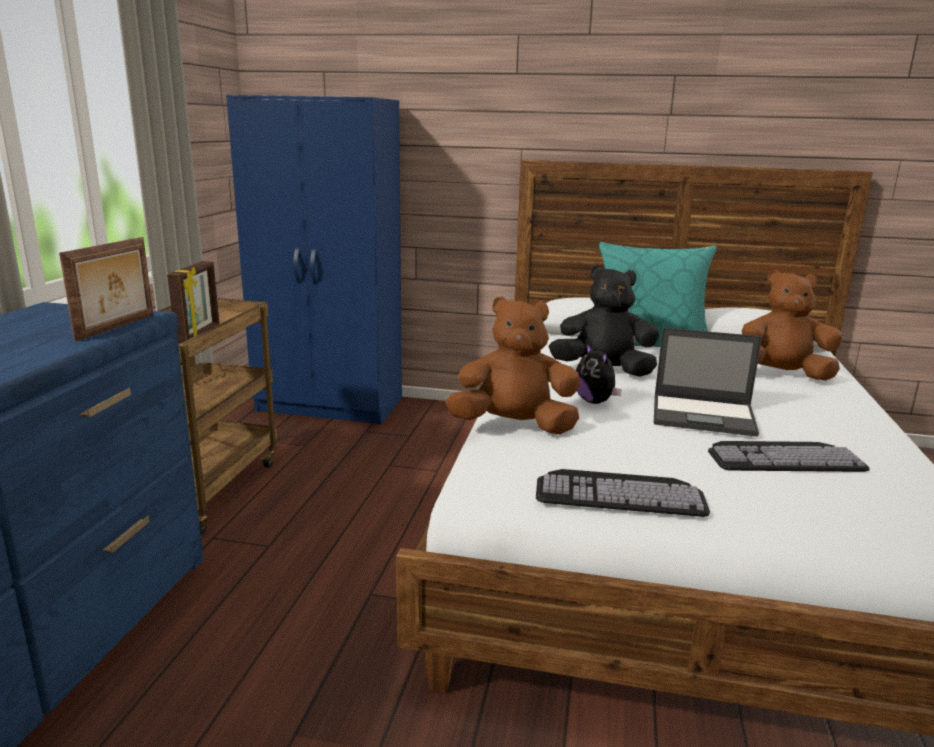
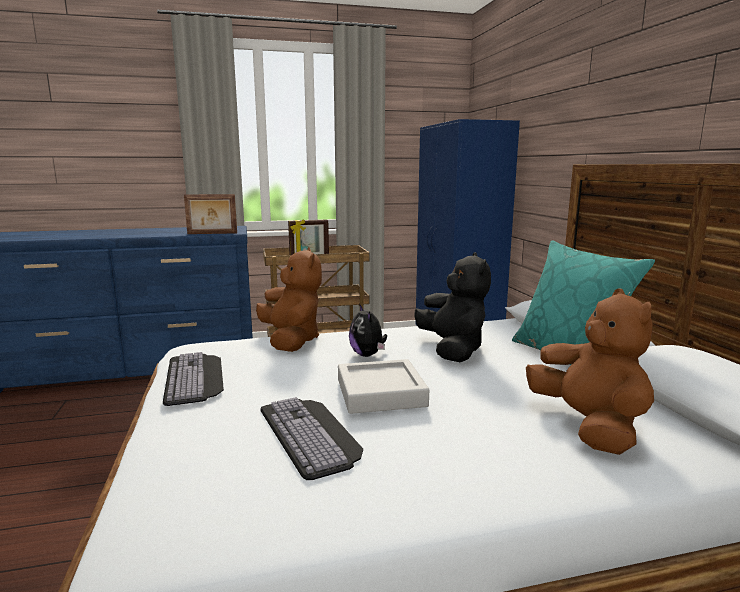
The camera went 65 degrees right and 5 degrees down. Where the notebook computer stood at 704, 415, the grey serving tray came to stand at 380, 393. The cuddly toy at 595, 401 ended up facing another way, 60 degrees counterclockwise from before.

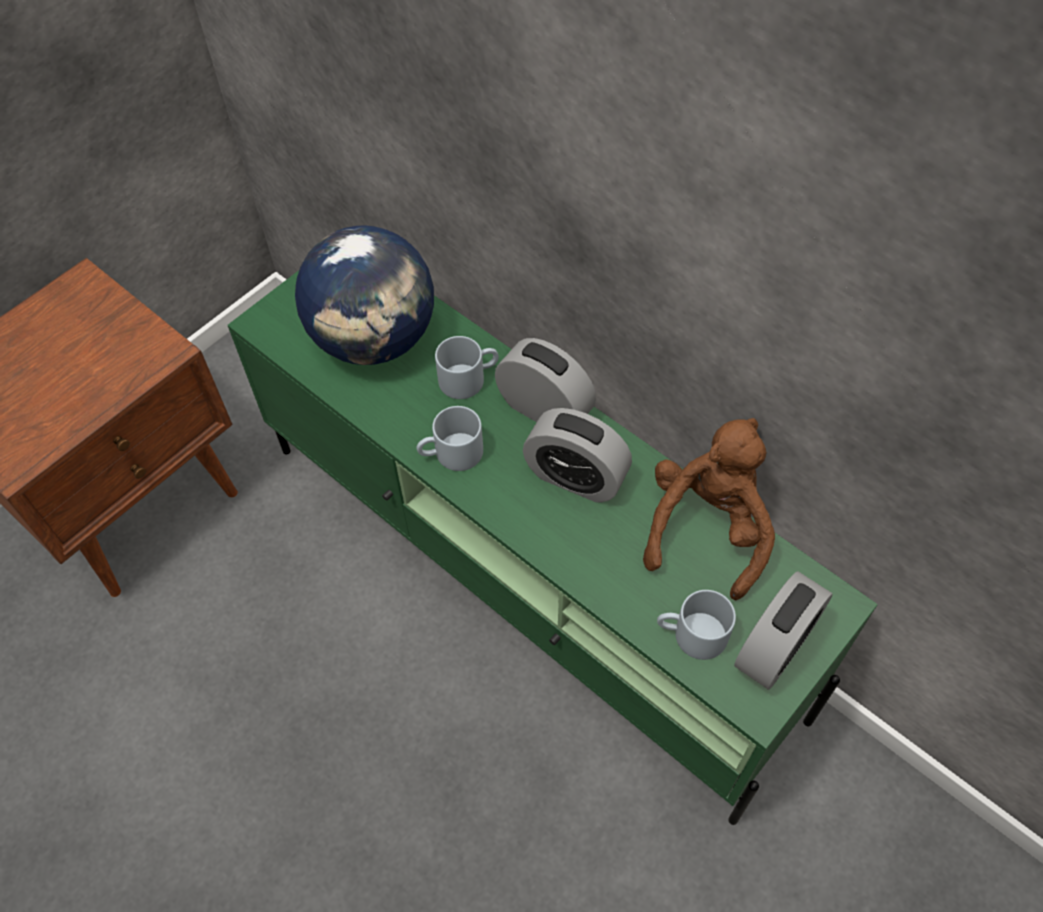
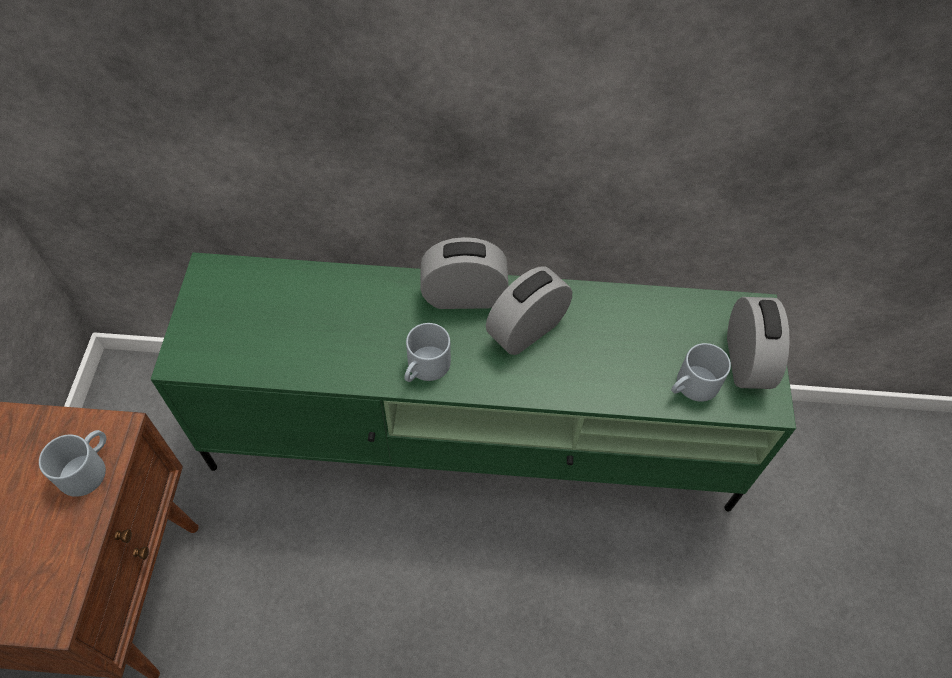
The camera went 40 degrees left and 0 degrees up. The grey tea mug ended up elsewhere, having gone from 468, 377 to 87, 467. The bedside clock at 576, 477 ended up facing another way, 150 degrees clockwise from before. The second view lost the world globe at 375, 339. The second view lost the brown cuddly toy at 707, 528.

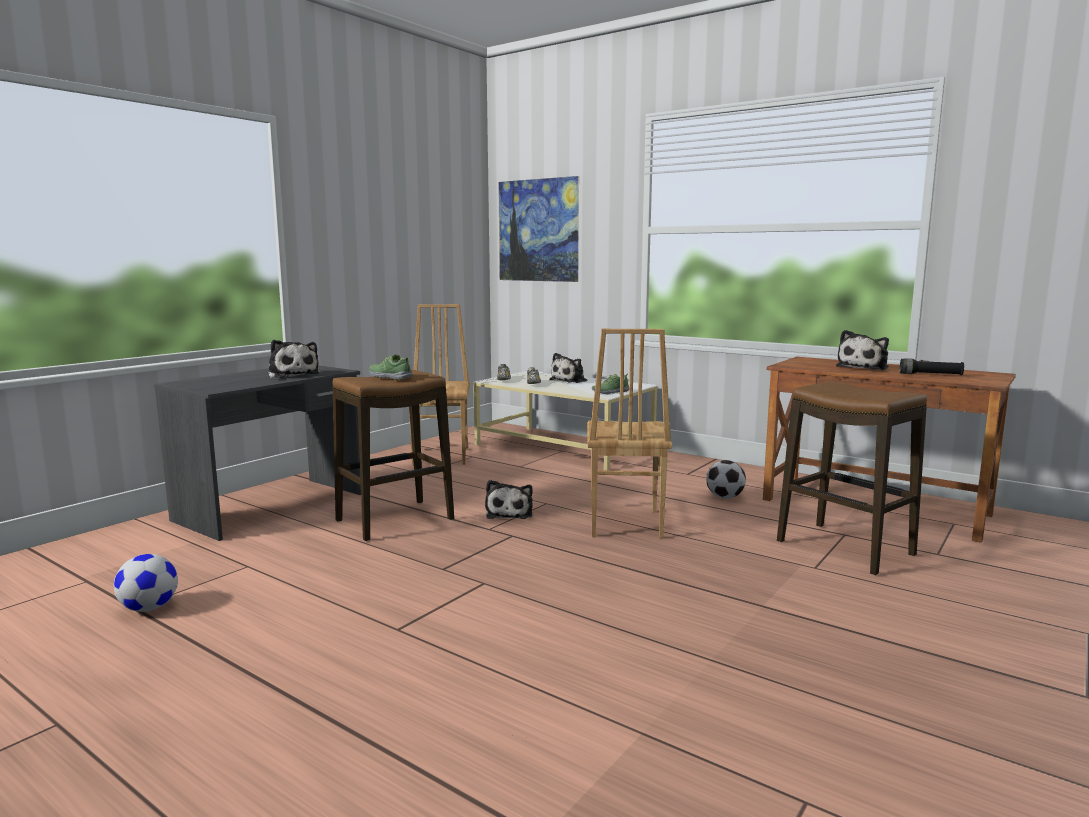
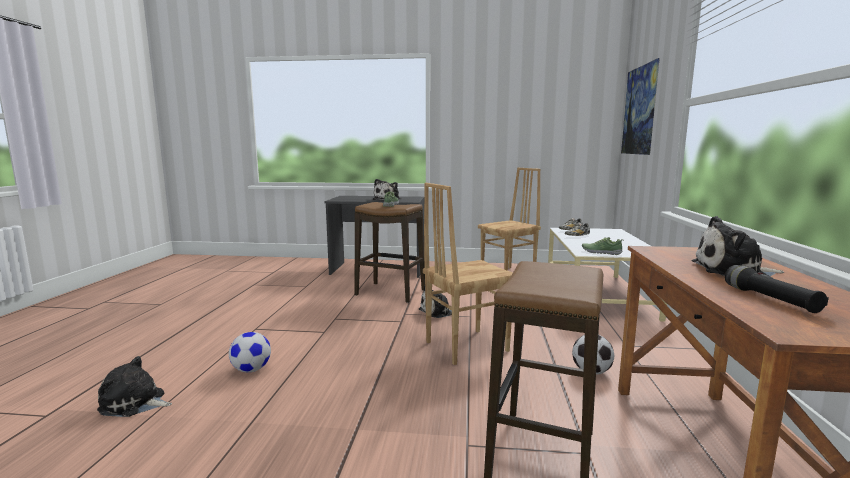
The camera went 60 degrees right and 0 degrees up. The cuddly toy ended up elsewhere, having gone from 570, 380 to 135, 403. The football ended up elsewhere, having gone from 149, 608 to 251, 369.

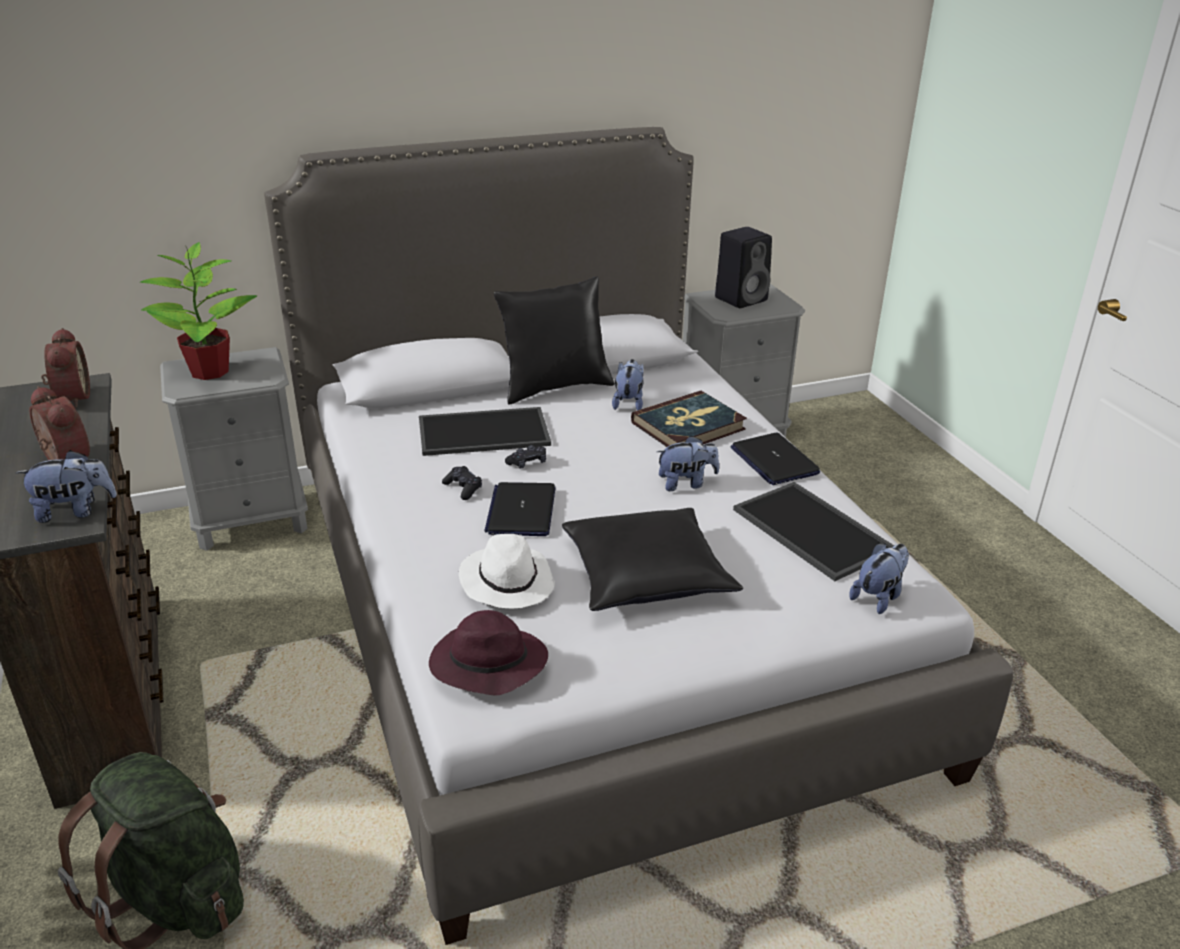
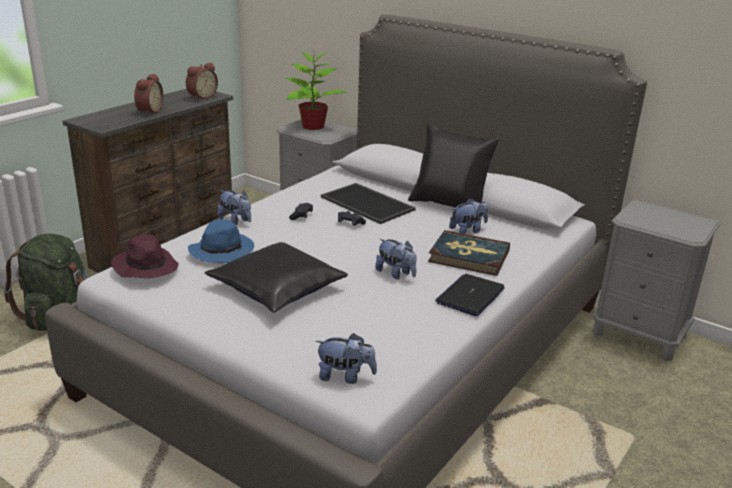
The camera went 55 degrees right and 5 degrees down. What was the white-coloured hat at 506, 582 turned into the blue hat at 222, 251. The cuddly toy ended up elsewhere, having gone from 75, 511 to 236, 221. The second view lost the notebook computer at 521, 511. The second view lost the black-coloured audio speaker at 741, 298. The second view lost the serving tray at 809, 530.

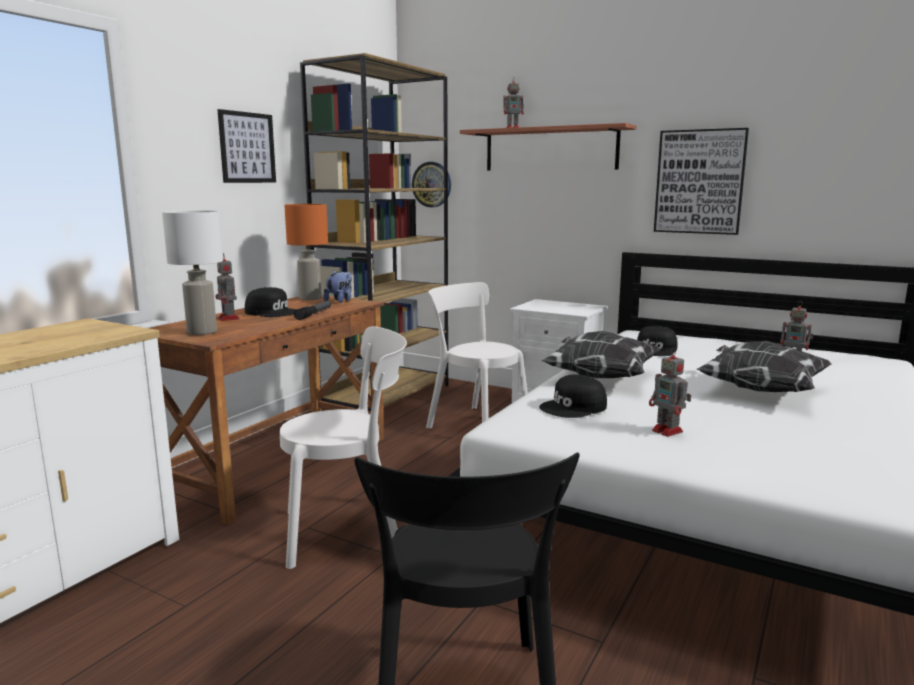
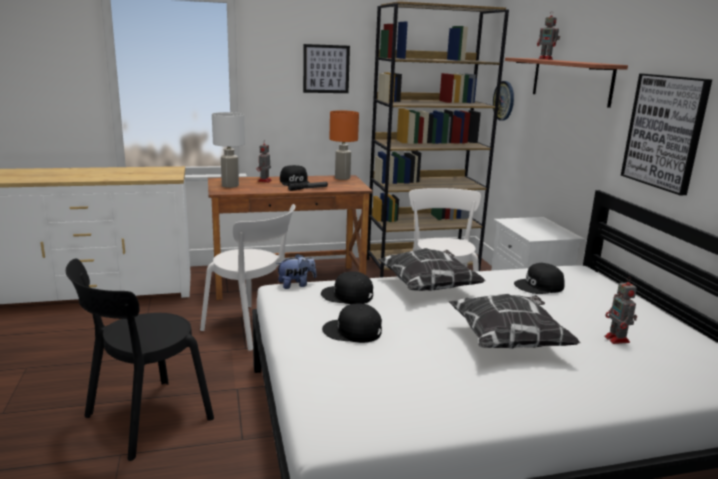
The camera went 45 degrees right and 5 degrees up. The cuddly toy ended up elsewhere, having gone from 340, 301 to 296, 285. Where the model robot stood at 668, 431, the black-coloured cap came to stand at 352, 331.

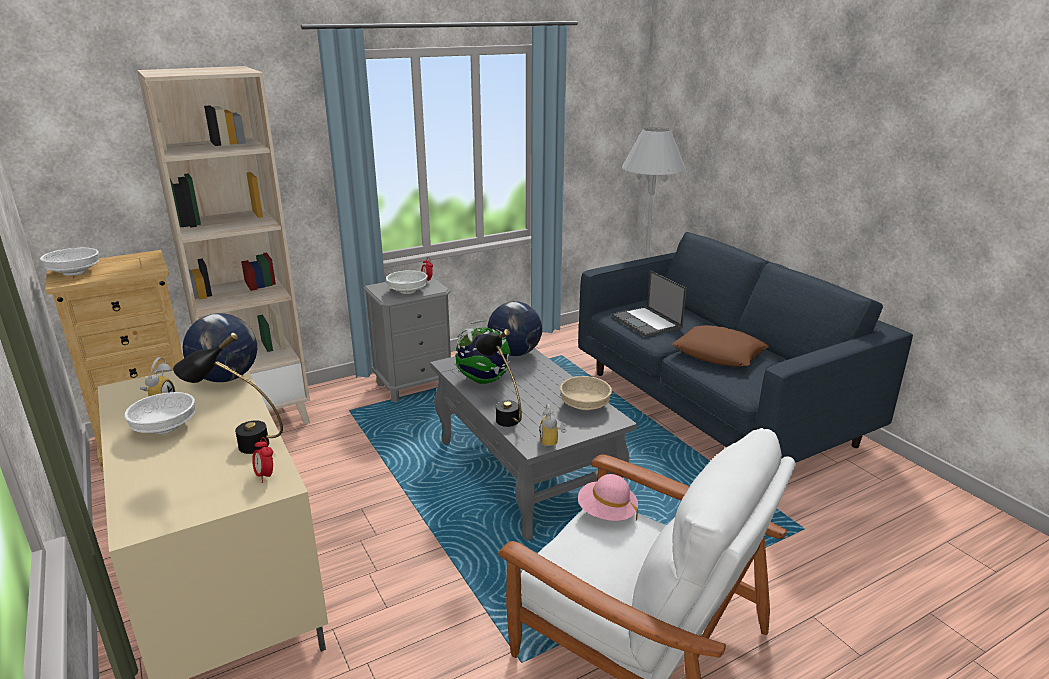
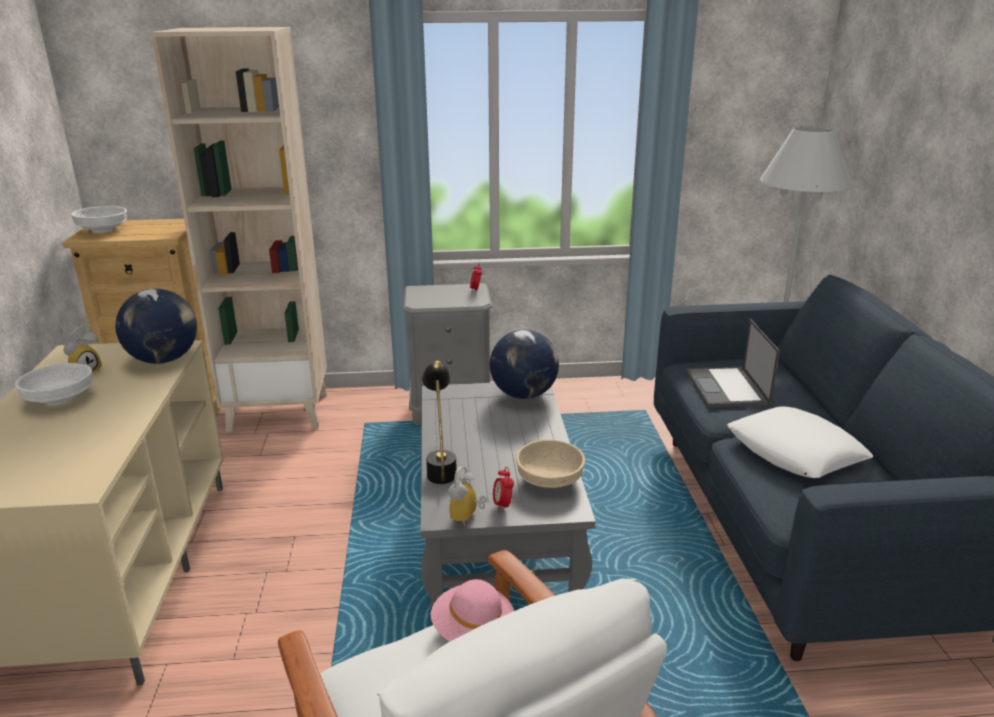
The camera went 25 degrees right and 0 degrees up. The bedside clock ended up elsewhere, having gone from 265, 476 to 502, 505. What was the brown throw pillow at 719, 353 turned into the white-coloured throw pillow at 795, 452. The second view lost the black-coloured lamp for a table at 239, 445. The second view lost the white-coloured serving bowl at 408, 291. The second view lost the world globe at 484, 381.

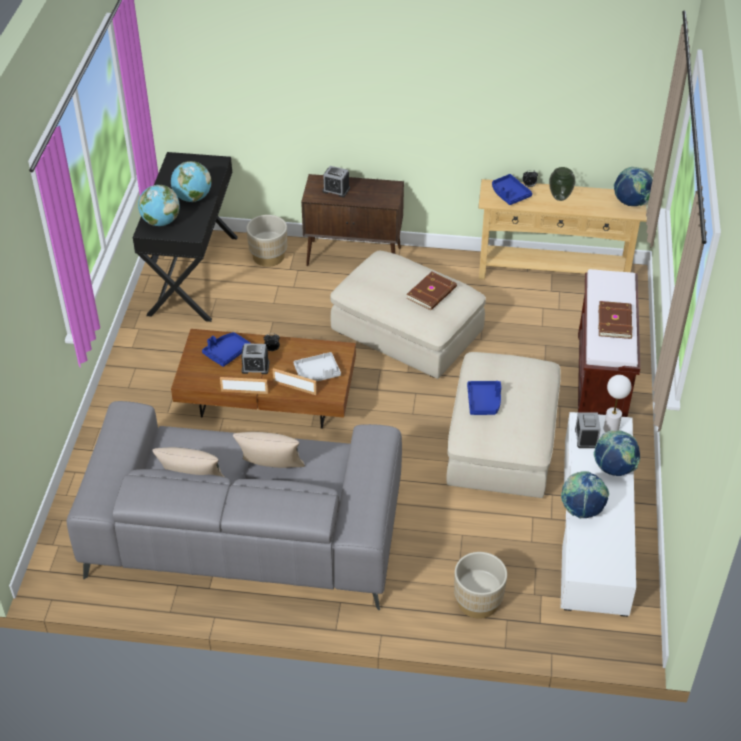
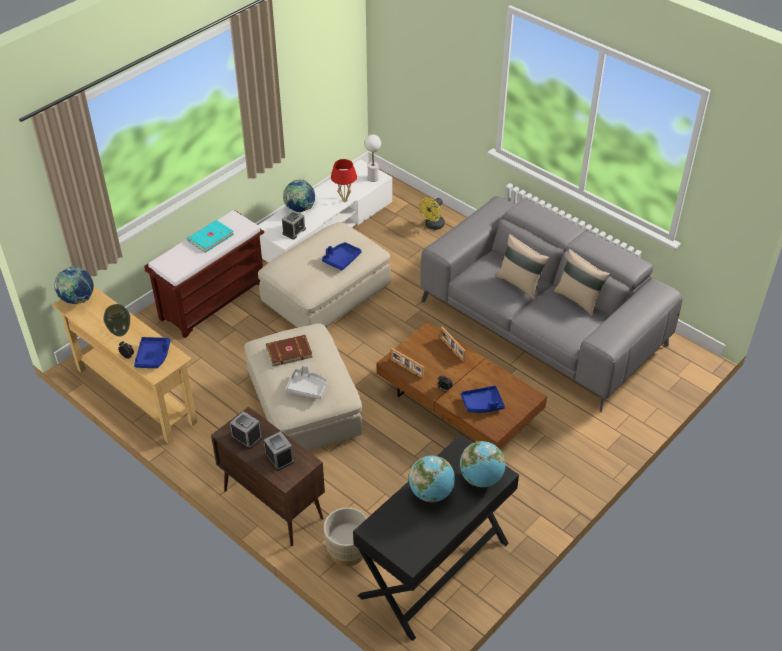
The camera went 145 degrees left and 0 degrees up. What was the brown bound book at 615, 321 turned into the turquoise bound book at 210, 237. The bedside clock ended up elsewhere, having gone from 255, 367 to 246, 437. The grey serving tray ended up elsewhere, having gone from 317, 373 to 307, 387. Where the world globe stood at 581, 510, the reddish lamp for a table came to stand at 344, 200. The white-coloured lamp for a table ended up elsewhere, having gone from 611, 429 to 373, 178. The picture frame ended up elsewhere, having gone from 244, 391 to 406, 369. Where the sand-coloured plant pot stood at 477, 602, the yellowish electric fan came to stand at 432, 226.

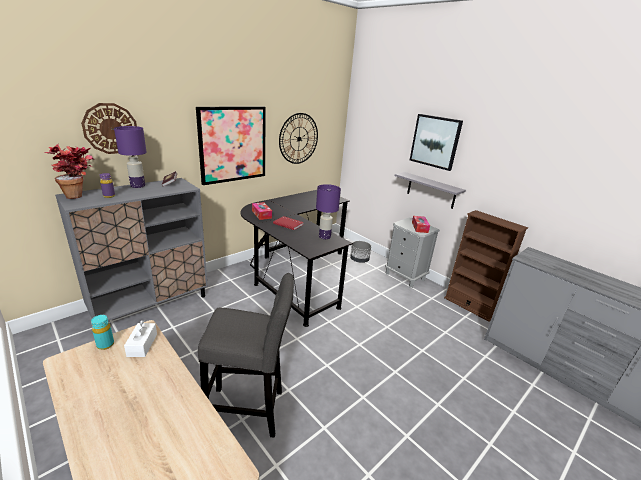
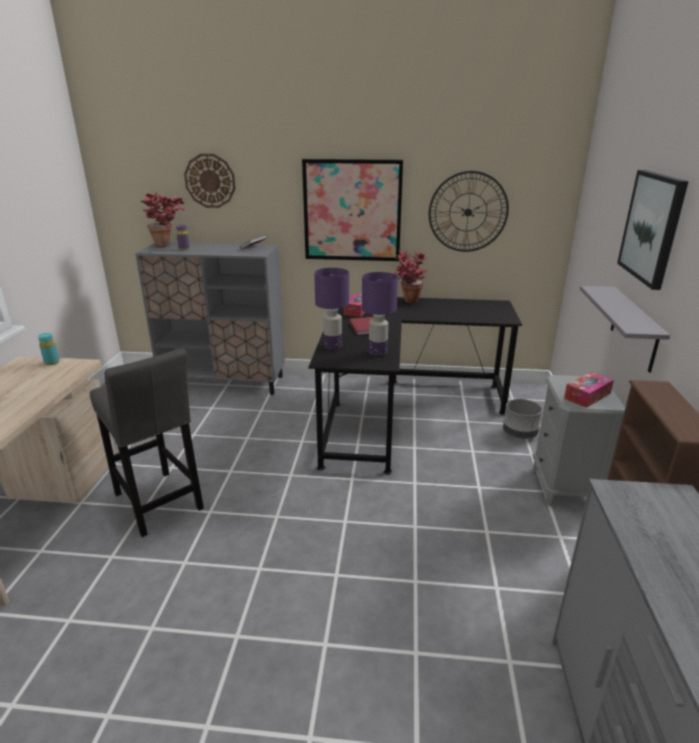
The camera went 50 degrees right and 0 degrees up. The purple lamp for a table ended up elsewhere, having gone from 138, 186 to 333, 346. The second view gained the plant in a pot at 408, 302. The second view lost the white-coloured box of tissues at 142, 345.

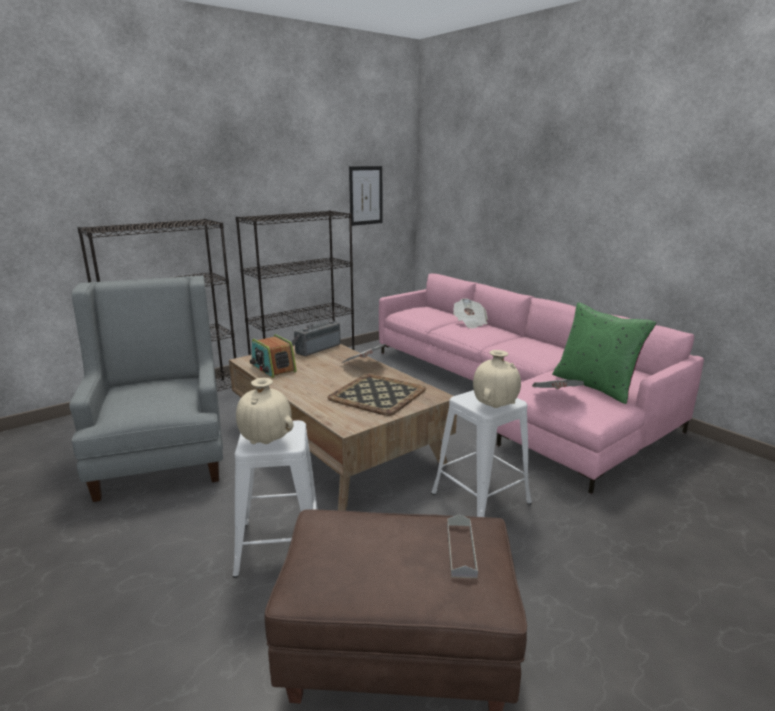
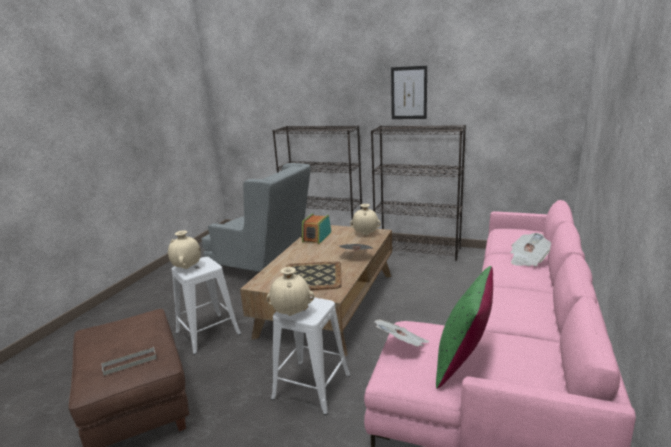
The camera went 60 degrees right and 0 degrees up. The grey easy chair at 162, 454 ended up facing another way, 75 degrees clockwise from before. Where the radio set stood at 316, 348, the sand-coloured decorative vase came to stand at 366, 234. The wall art ended up elsewhere, having gone from 366, 195 to 409, 93.

